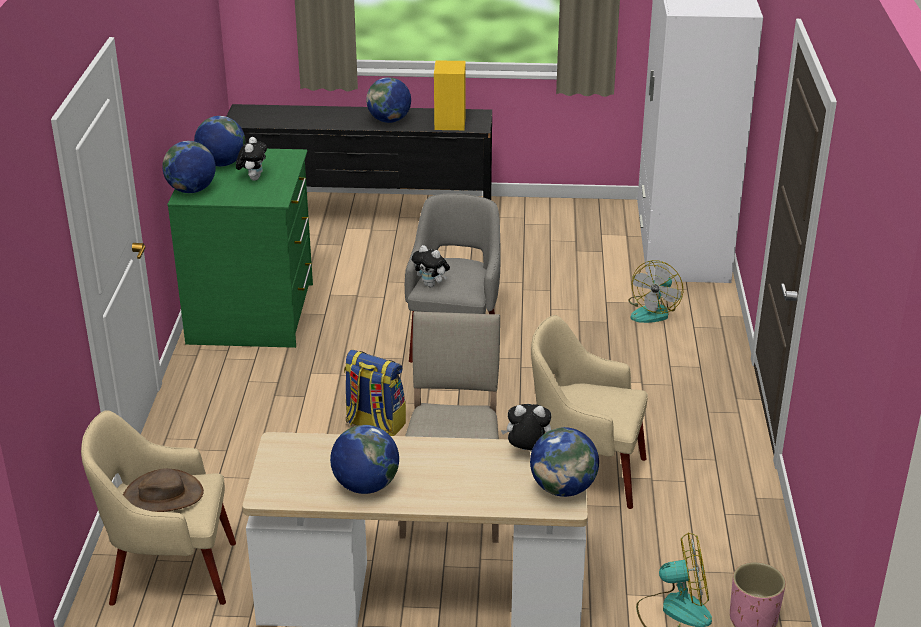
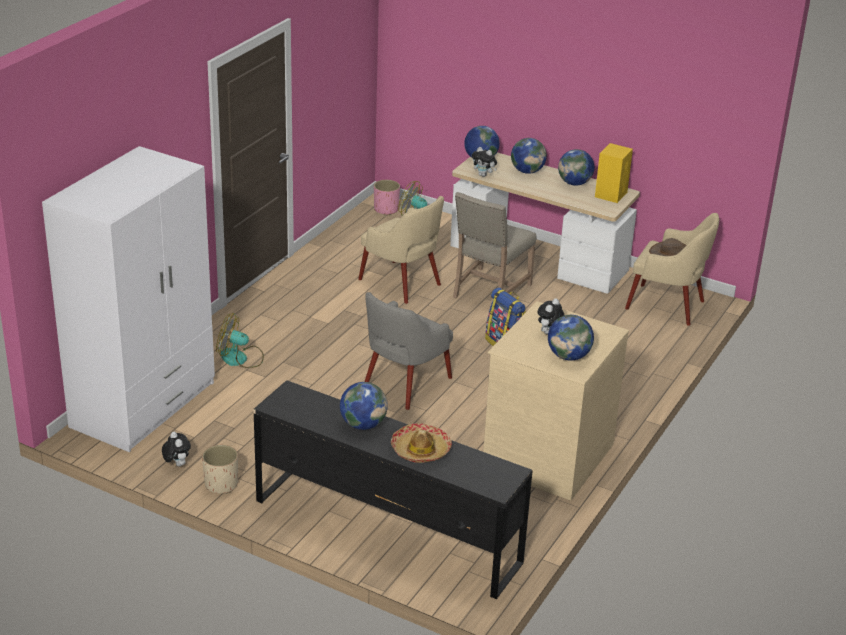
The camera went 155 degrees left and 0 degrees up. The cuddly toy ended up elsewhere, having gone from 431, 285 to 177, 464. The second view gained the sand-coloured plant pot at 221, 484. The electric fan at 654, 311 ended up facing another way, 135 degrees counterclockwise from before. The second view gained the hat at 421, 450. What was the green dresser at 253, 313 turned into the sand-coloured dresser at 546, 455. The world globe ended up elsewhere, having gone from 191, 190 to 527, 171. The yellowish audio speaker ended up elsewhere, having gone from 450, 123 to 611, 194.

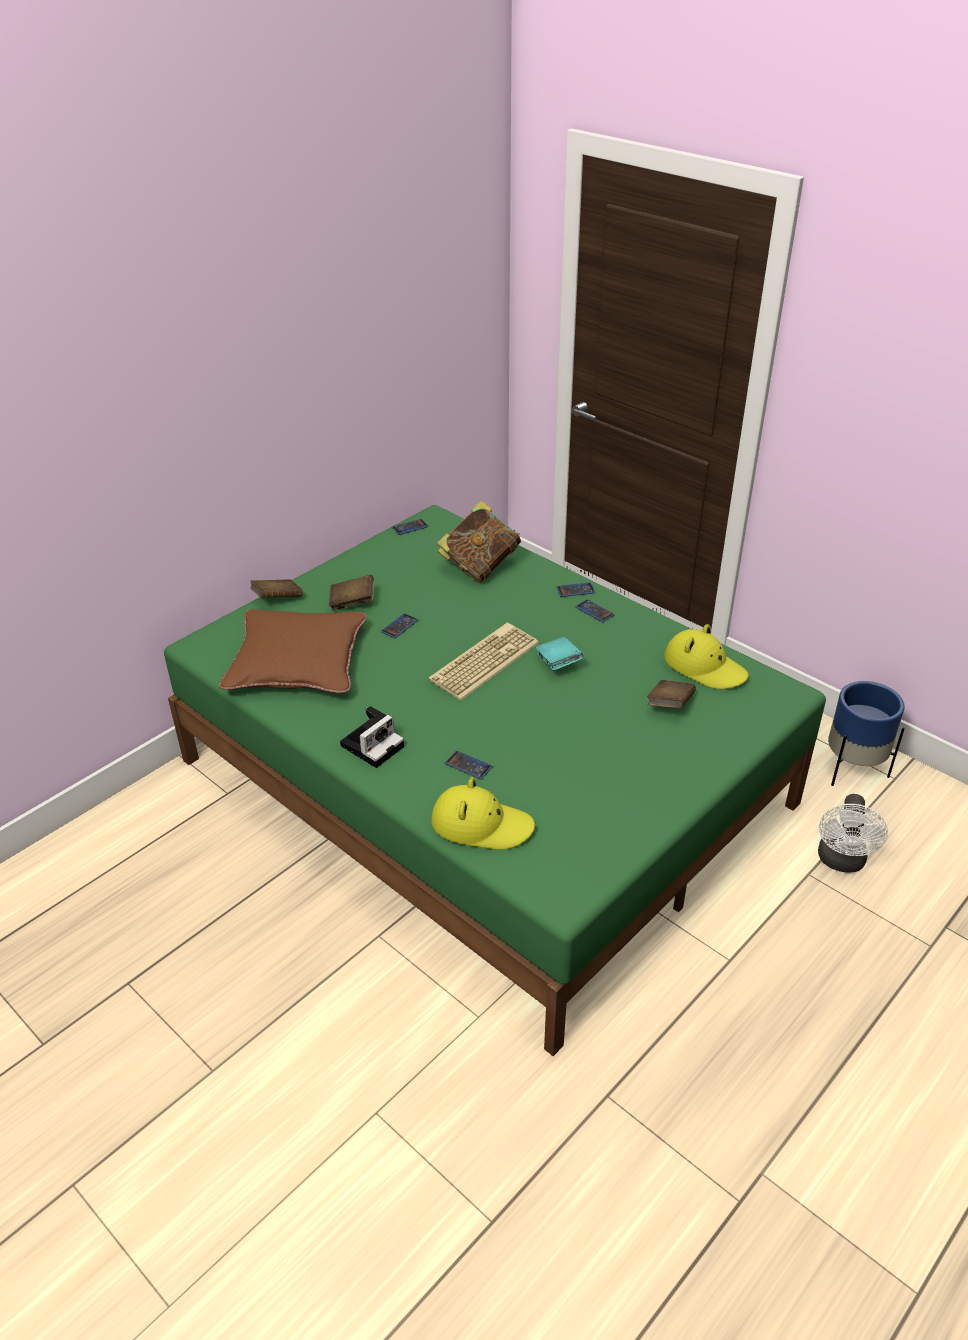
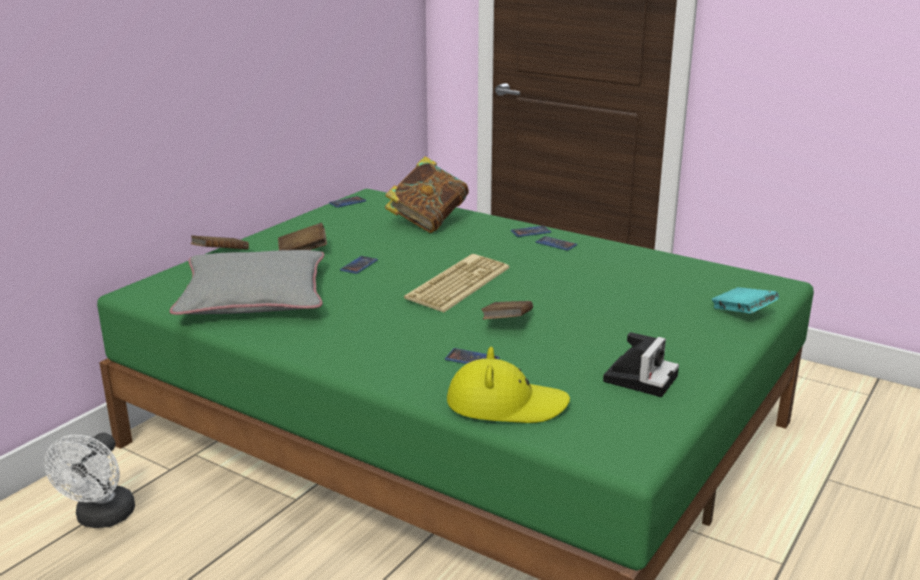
The camera went 10 degrees left and 15 degrees down. The white-coloured electric fan ended up elsewhere, having gone from 841, 862 to 102, 518. What was the brown throw pillow at 297, 661 turned into the grey throw pillow at 253, 297. The brown bound book ended up elsewhere, having gone from 669, 704 to 507, 323. The photo camera ended up elsewhere, having gone from 373, 744 to 640, 377. The turquoise bound book ended up elsewhere, having gone from 558, 663 to 742, 313. The second view lost the yellowish hat at 704, 667. The second view lost the blue plant pot at 852, 768.

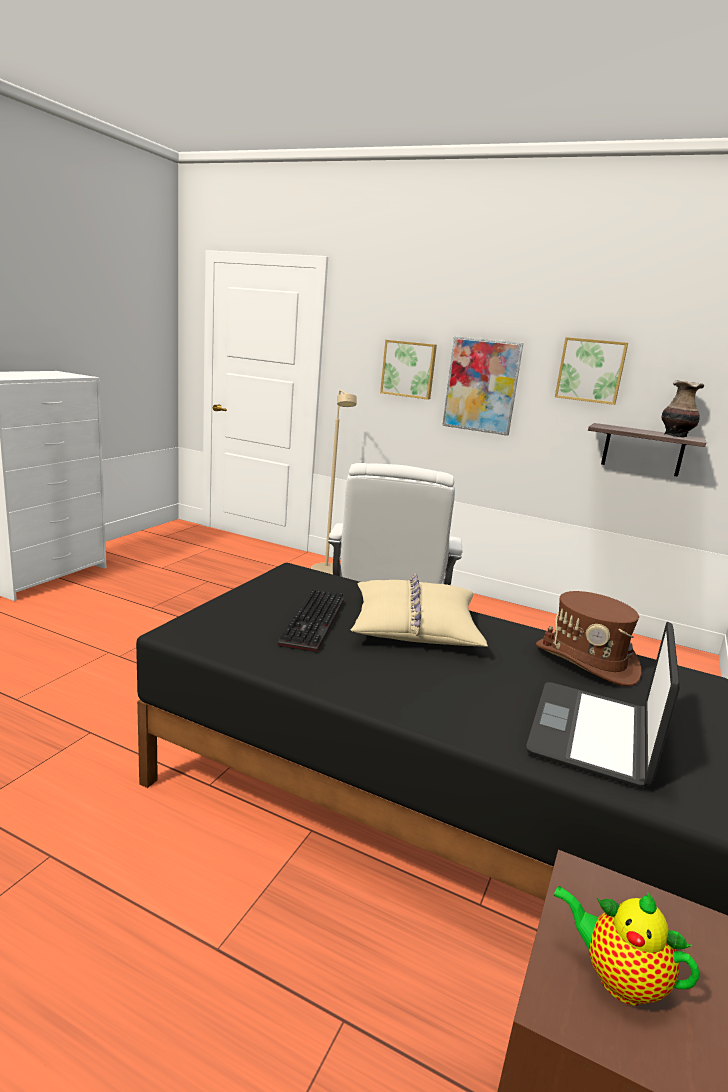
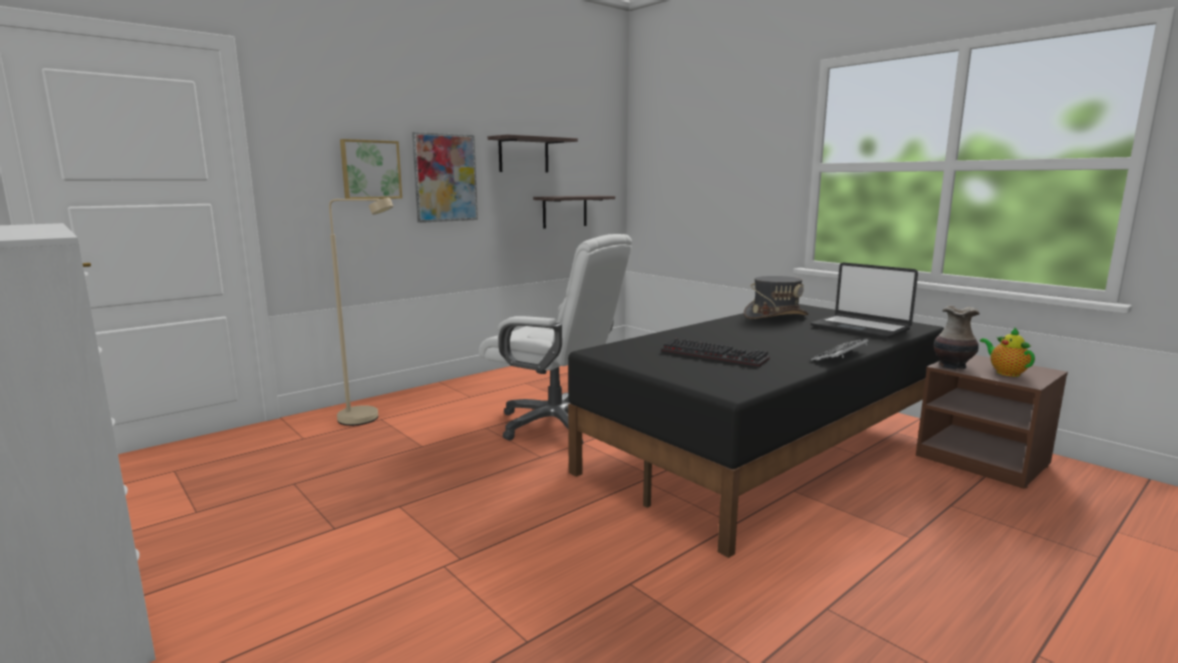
The camera went 65 degrees left and 5 degrees down. Where the wall art hung at 590, 370, the shelf came to hang at 523, 155. What was the brown hat at 586, 661 turned into the grey hat at 775, 316. The second view gained the computer keyboard at 840, 356. The decorative vase ended up elsewhere, having gone from 675, 435 to 952, 366. The pot for tea at 617, 978 ended up facing another way, 105 degrees clockwise from before. The second view lost the sand-coloured throw pillow at 415, 626.

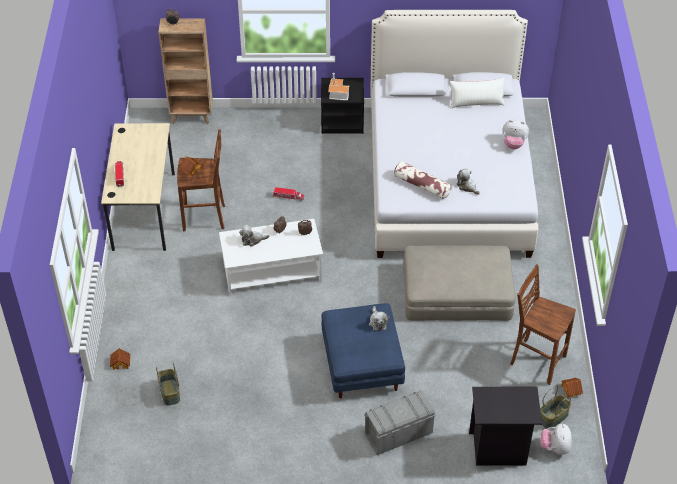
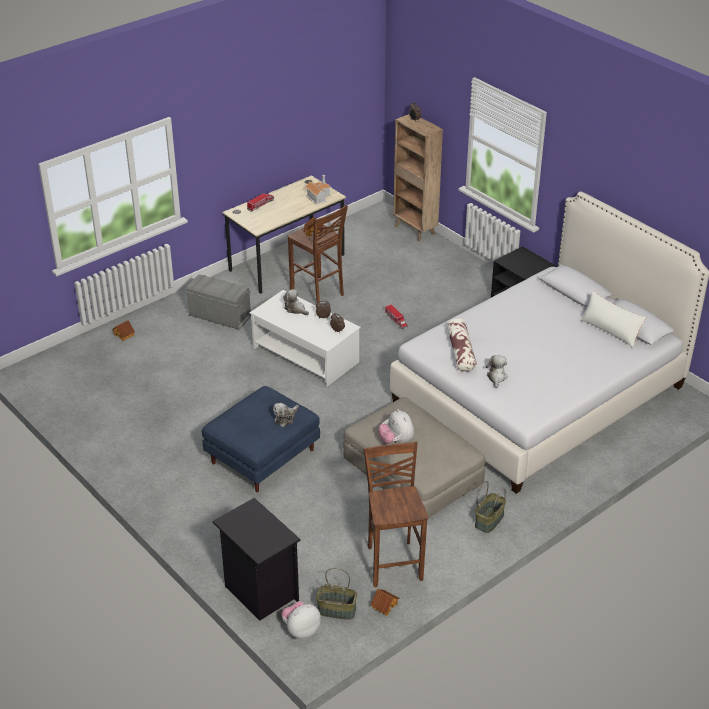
The camera went 50 degrees right and 10 degrees down. The grey storage box ended up elsewhere, having gone from 398, 434 to 219, 316. The miniature house ended up elsewhere, having gone from 337, 93 to 318, 196. The cuddly toy ended up elsewhere, having gone from 513, 144 to 396, 441. The storage basket ended up elsewhere, having gone from 169, 392 to 489, 520.

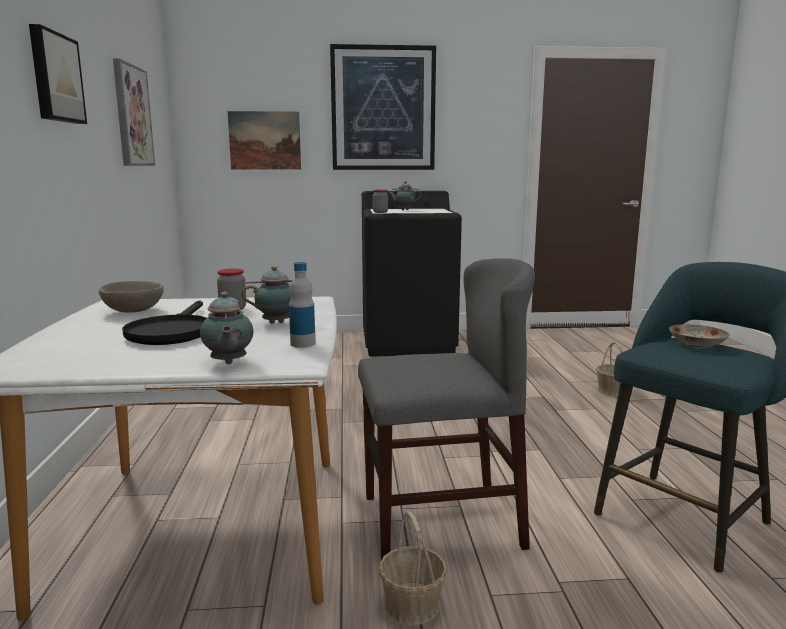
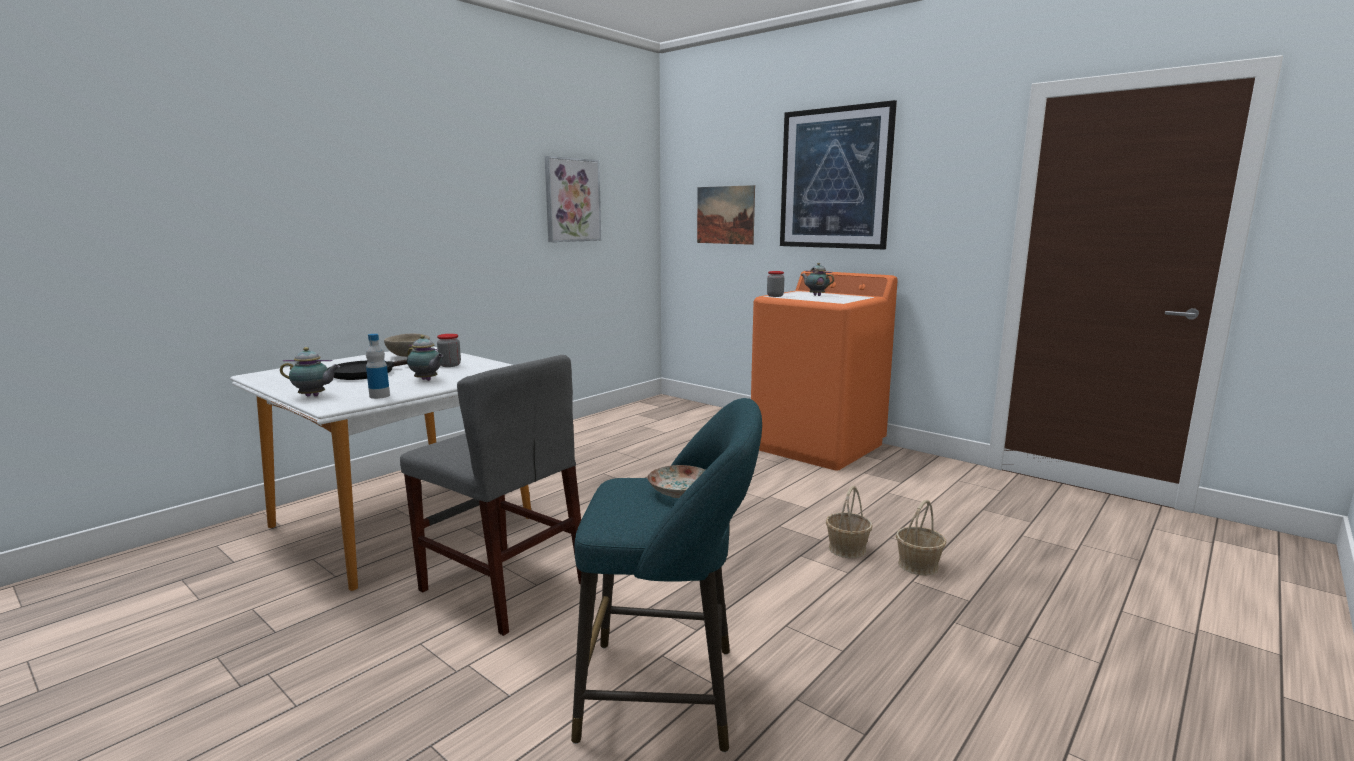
The camera went 45 degrees right and 0 degrees up. The pot for tea at 228, 363 ended up facing another way, 120 degrees counterclockwise from before. What was the black-coloured laundry machine at 408, 342 turned into the orange laundry machine at 818, 446. The storage basket ended up elsewhere, having gone from 412, 605 to 846, 549. The second view lost the wall art at 55, 78.

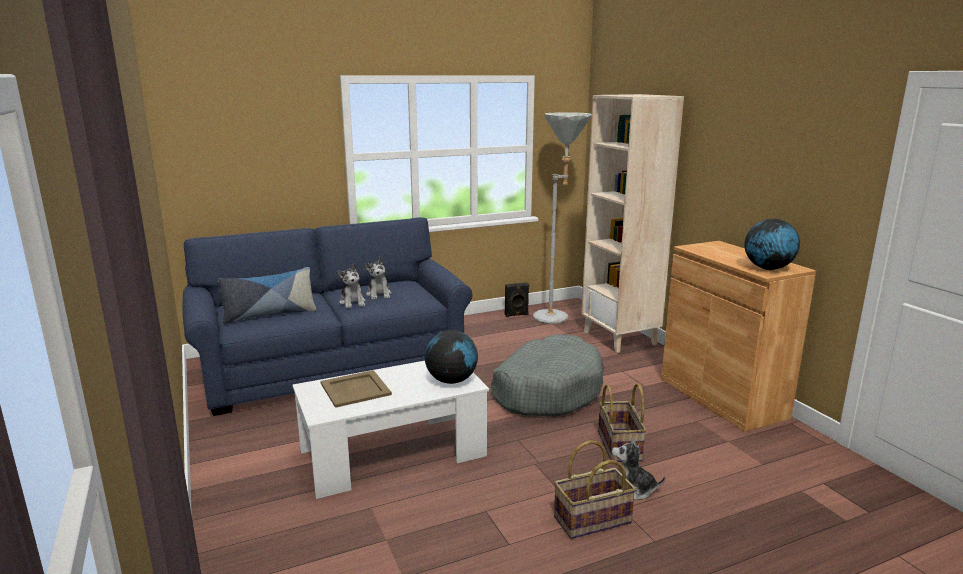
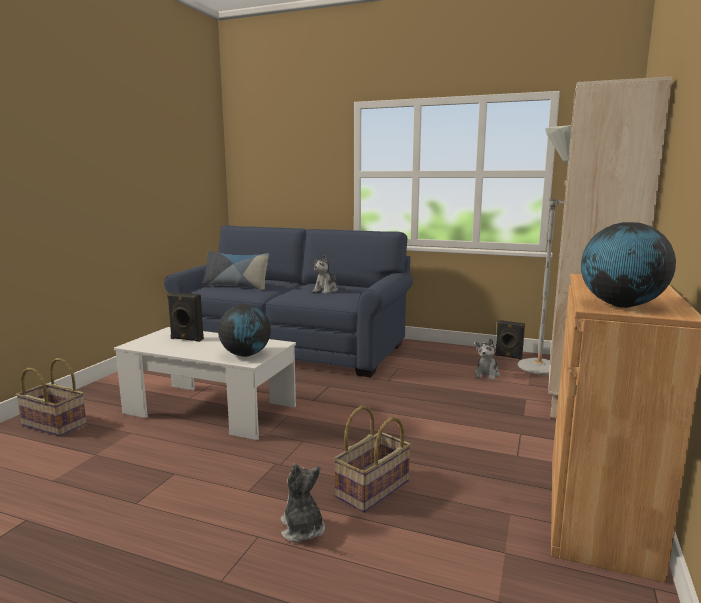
The camera went 45 degrees right and 5 degrees down. The storage basket ended up elsewhere, having gone from 592, 520 to 53, 425. Where the sand-coloured serving tray stood at 355, 388, the black-coloured audio speaker came to stand at 186, 339. The cuddly toy ended up elsewhere, having gone from 353, 303 to 487, 374. The second view lost the grey pet bed at 547, 390.

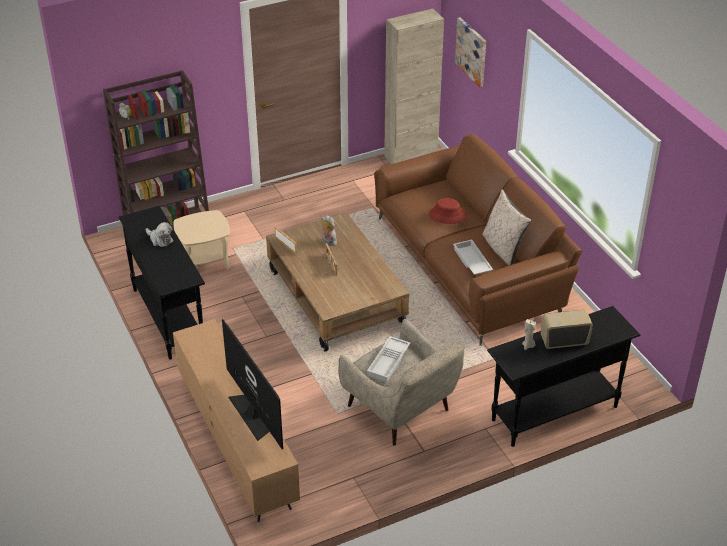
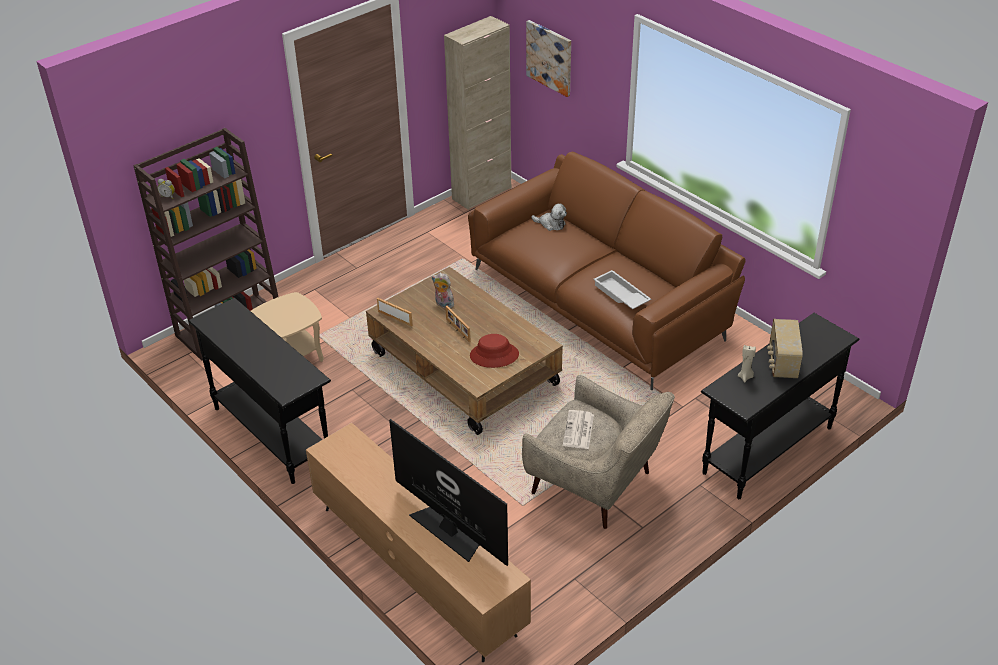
The camera went 15 degrees left and 0 degrees up. The reddish hat ended up elsewhere, having gone from 447, 215 to 494, 355. The cuddly toy ended up elsewhere, having gone from 160, 239 to 551, 224. Where the white-coloured serving tray stood at 389, 362, the newspaper came to stand at 578, 430. The radio set at 564, 341 ended up facing another way, 60 degrees counterclockwise from before. The second view lost the sand-coloured throw pillow at 503, 248.

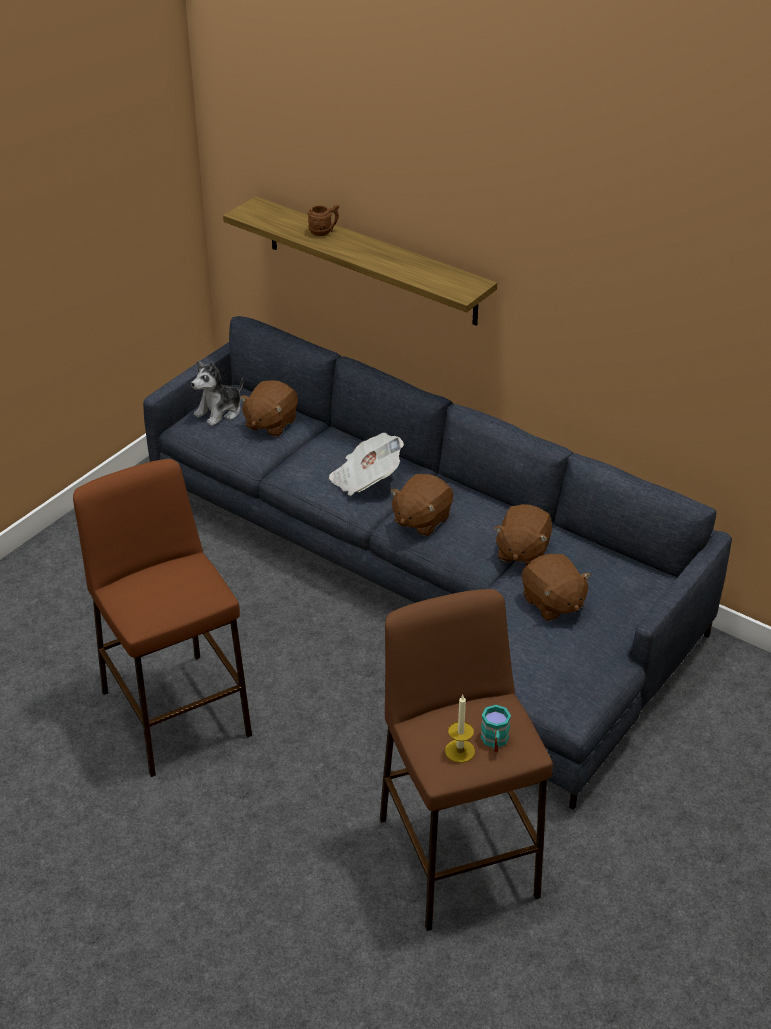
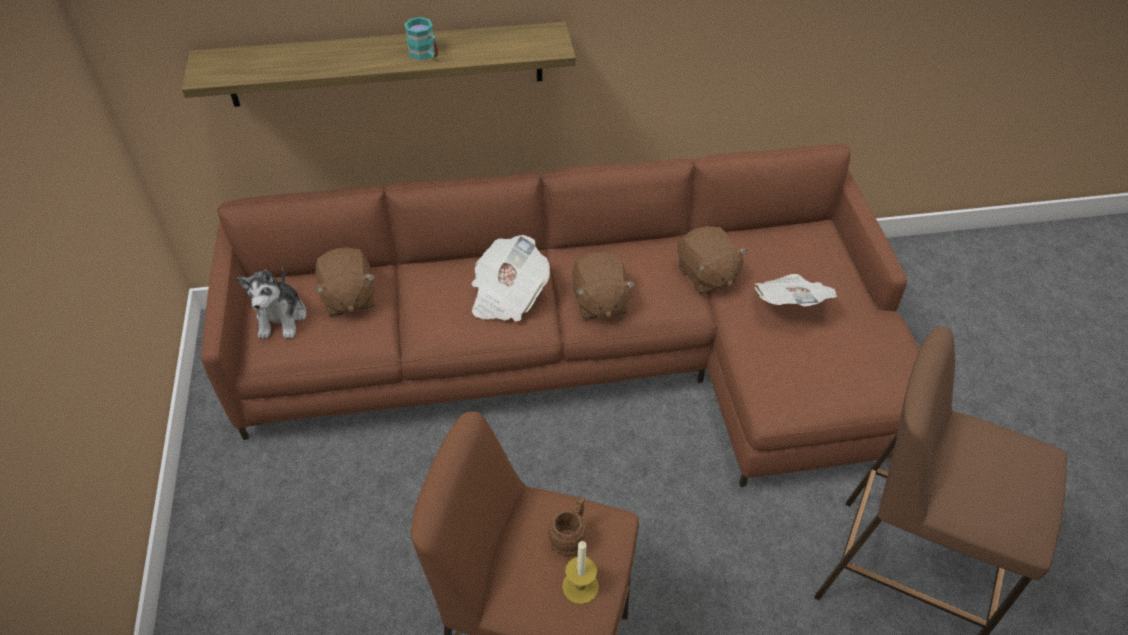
The camera went 45 degrees left and 10 degrees up. What was the grey settee at 431, 586 turned into the brown settee at 593, 355. The turquoise tea mug ended up elsewhere, having gone from 495, 742 to 425, 54. The brown tea mug ended up elsewhere, having gone from 324, 232 to 570, 537. The wax light ended up elsewhere, having gone from 460, 751 to 580, 586. Where the brown cuddly toy stood at 552, 603, the newspaper came to stand at 790, 304.

